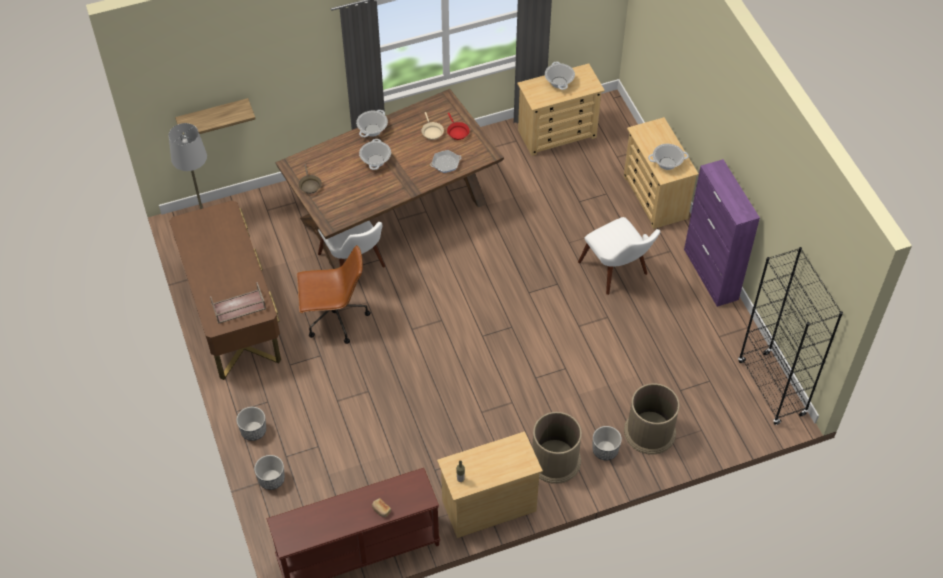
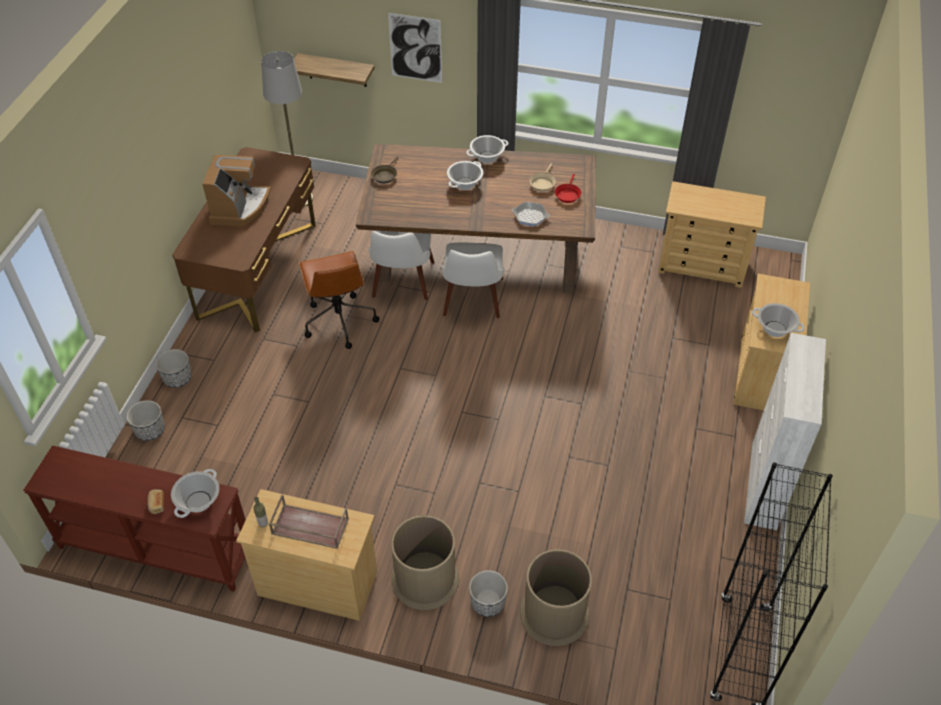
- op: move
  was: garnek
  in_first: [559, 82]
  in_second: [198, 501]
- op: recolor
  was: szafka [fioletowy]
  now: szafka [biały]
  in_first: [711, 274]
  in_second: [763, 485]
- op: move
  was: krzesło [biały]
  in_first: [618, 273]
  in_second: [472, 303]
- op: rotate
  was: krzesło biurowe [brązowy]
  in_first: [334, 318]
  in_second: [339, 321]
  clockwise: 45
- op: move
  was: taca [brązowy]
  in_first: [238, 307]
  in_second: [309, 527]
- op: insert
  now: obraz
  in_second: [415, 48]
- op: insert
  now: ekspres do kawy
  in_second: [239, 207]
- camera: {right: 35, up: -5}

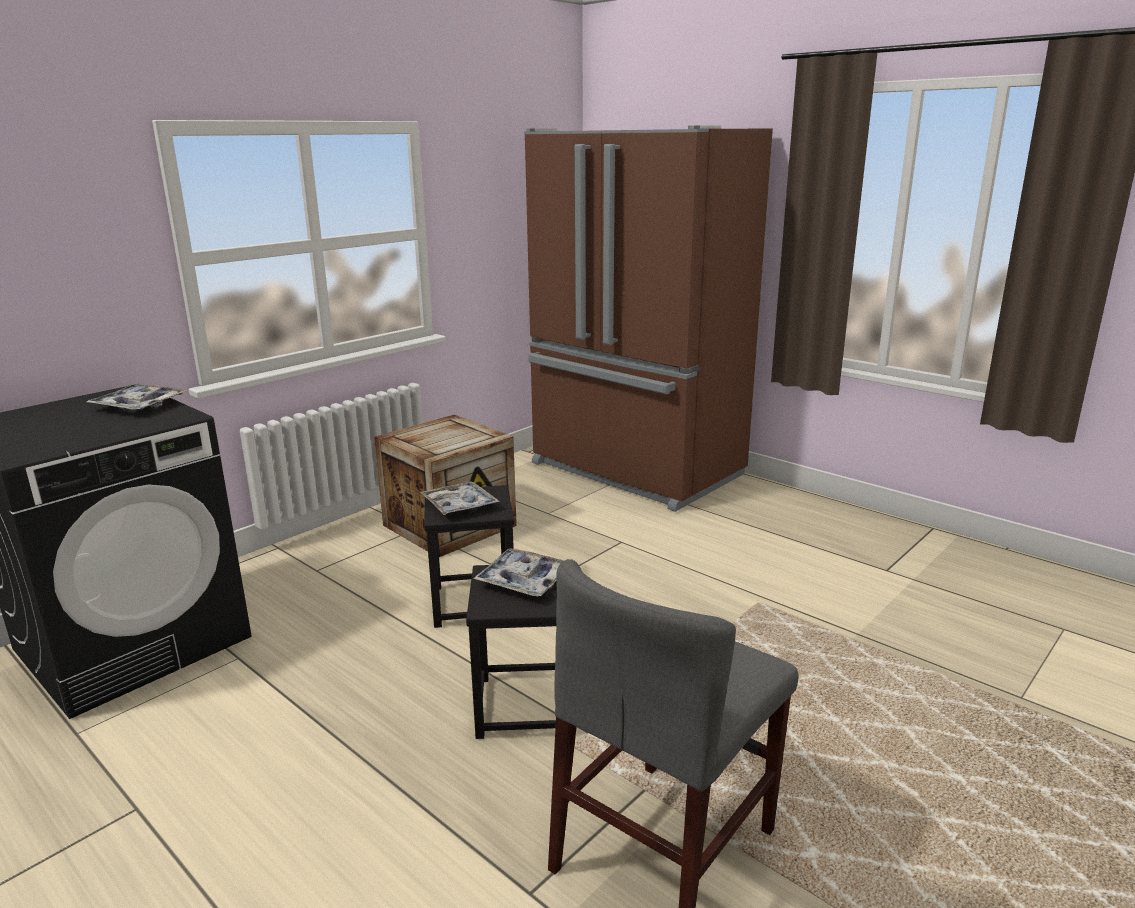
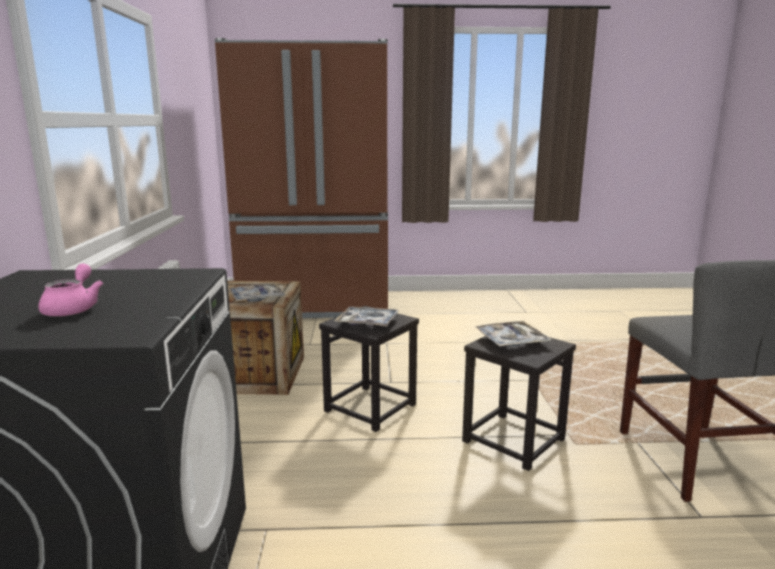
- op: move
  was: taca
  in_first: [139, 405]
  in_second: [257, 298]
- op: insert
  now: imbryk [różowy]
  in_second: [74, 308]
- camera: {right: -45, up: -5}

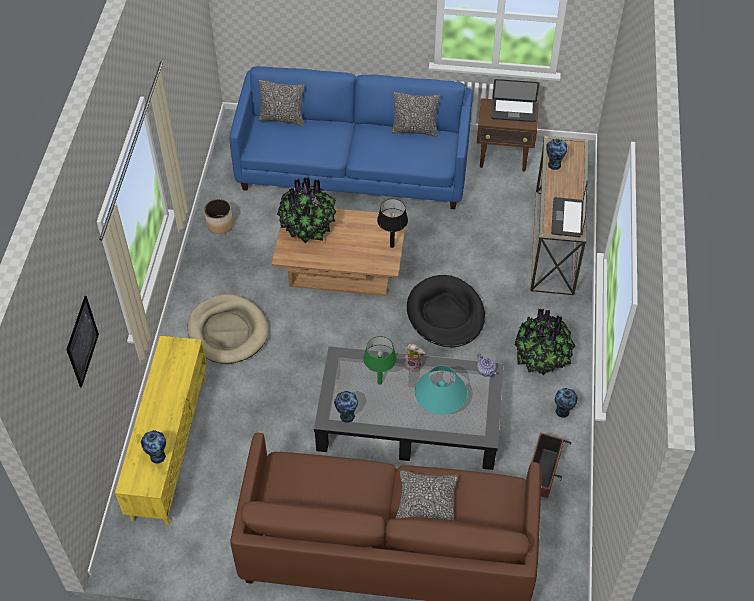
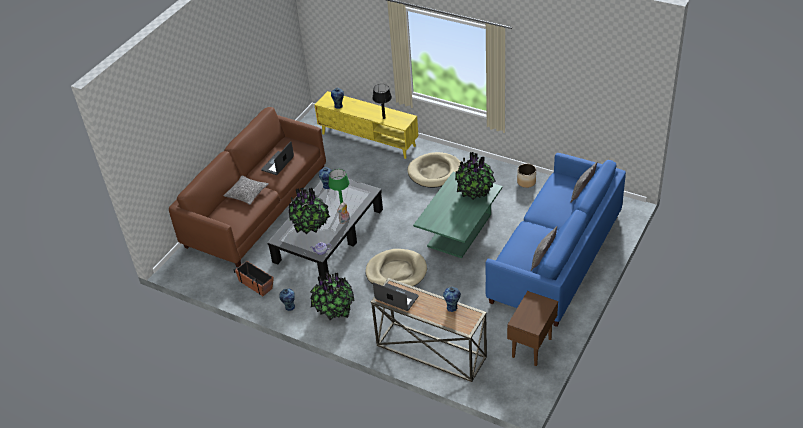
- op: move
  was: laptop
  in_first: [513, 111]
  in_second: [277, 164]
- op: move
  was: lampa stołowa [czarny]
  in_first: [392, 245]
  in_second: [384, 118]
- op: recolor
  was: ława [brązowy]
  now: ława [zielony]
  in_first: [341, 270]
  in_second: [459, 230]
- op: recolor
  was: legowisko [czarny]
  now: legowisko [beżowy]
  in_first: [445, 314]
  in_second: [396, 272]
- op: delete
  was: obraz
  in_first: [82, 341]
- op: replace
  was: lampa stołowa [turkusowy]
  now: roślina doniczkowa
  in_first: [440, 403]
  in_second: [311, 225]
- camera: {right: 115, up: -10}

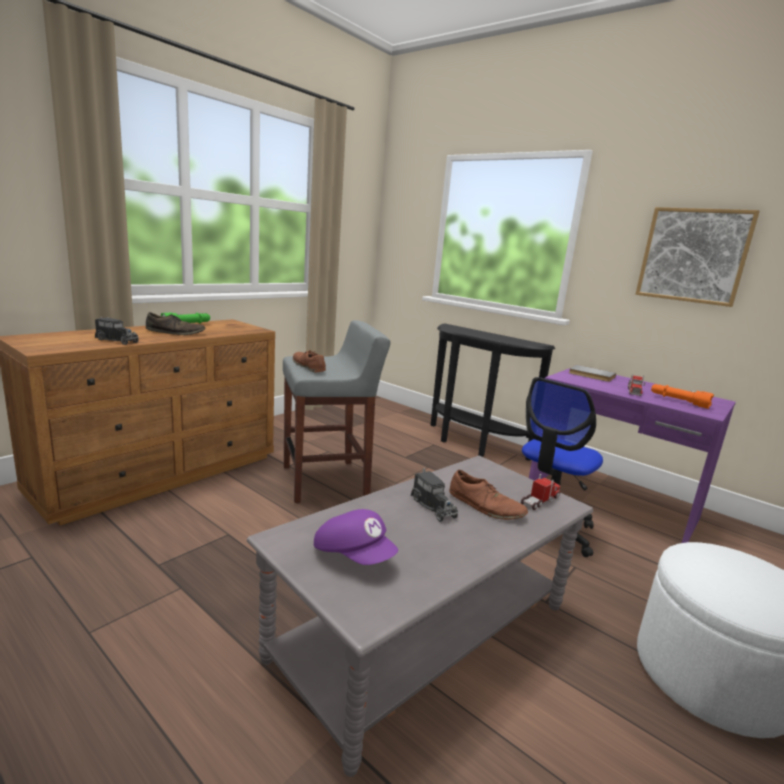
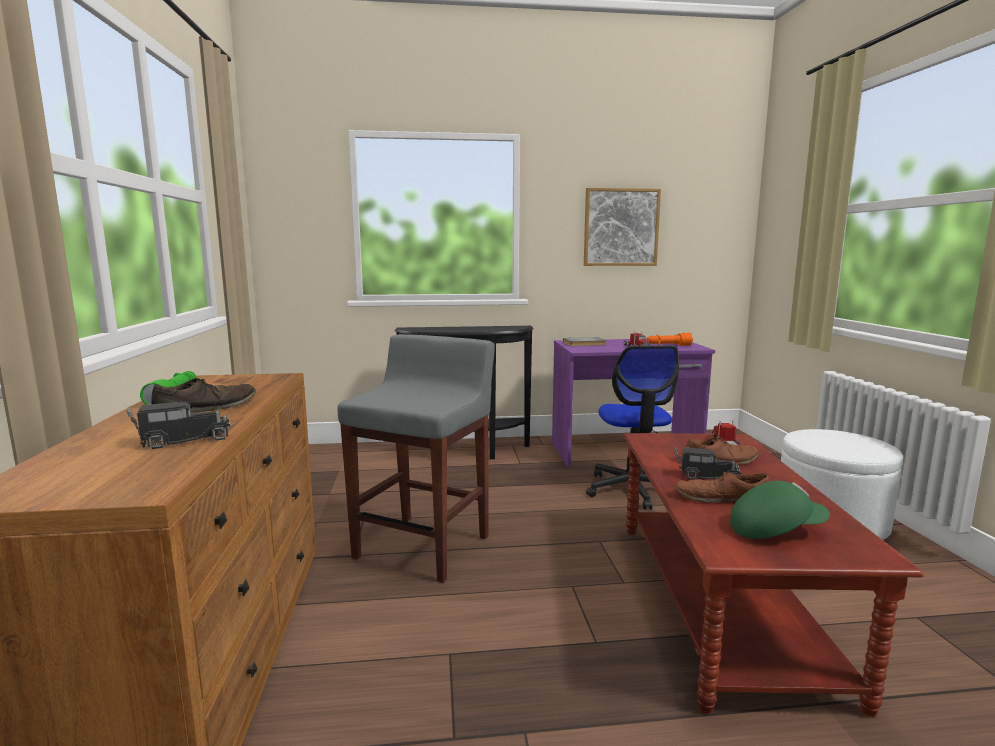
- op: move
  was: but [brązowy]
  in_first: [309, 366]
  in_second: [720, 498]
- op: recolor
  was: ława [szary]
  now: ława [brązowy]
  in_first: [425, 631]
  in_second: [721, 601]
- op: recolor
  was: czapka z daszkiem [fioletowy]
  now: czapka z daszkiem [zielony]
  in_first: [354, 555]
  in_second: [775, 530]
- camera: {right: -45, up: -5}

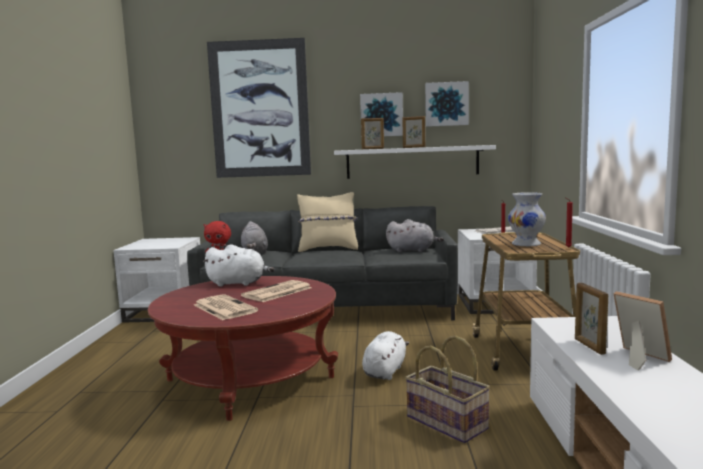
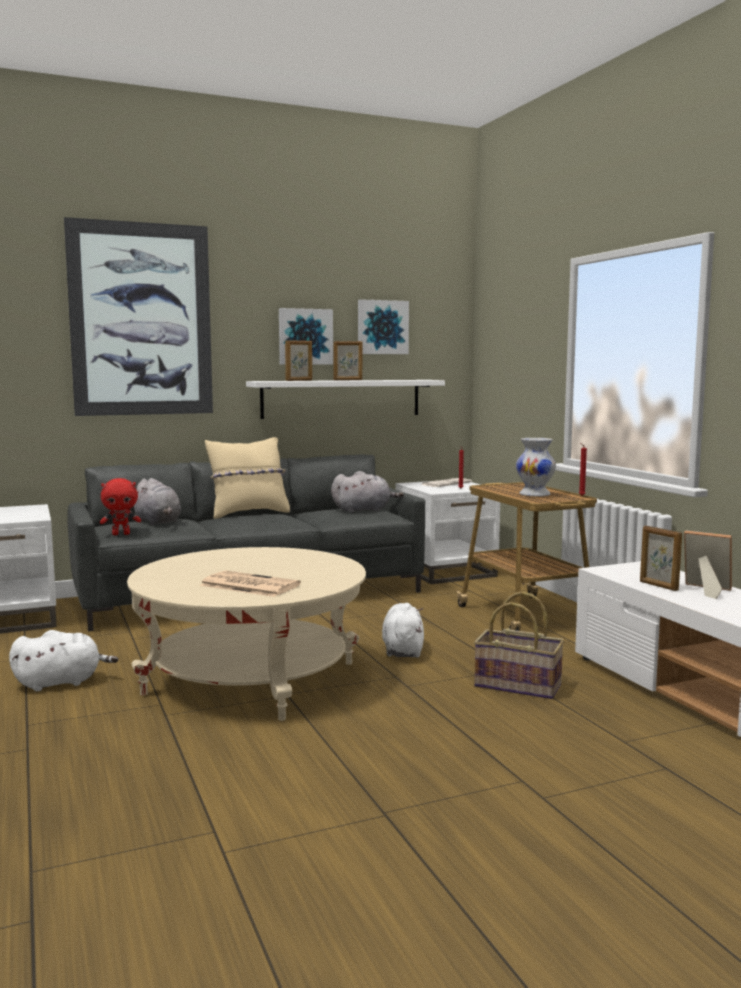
- op: move
  was: pluszak [biały]
  in_first: [239, 283]
  in_second: [62, 682]
- op: recolor
  was: ława [czerwony]
  now: ława [beżowy]
  in_first: [250, 378]
  in_second: [251, 678]
- op: delete
  was: gazeta
  in_first: [277, 292]
- camera: {right: -25, up: 0}

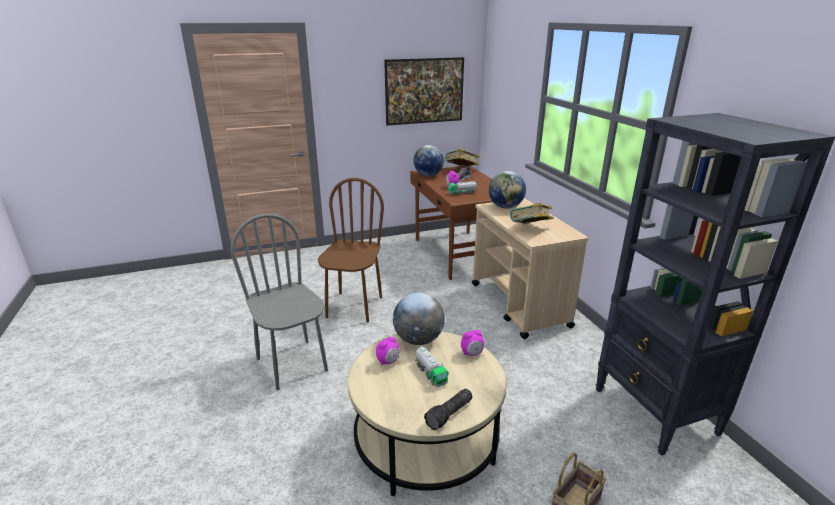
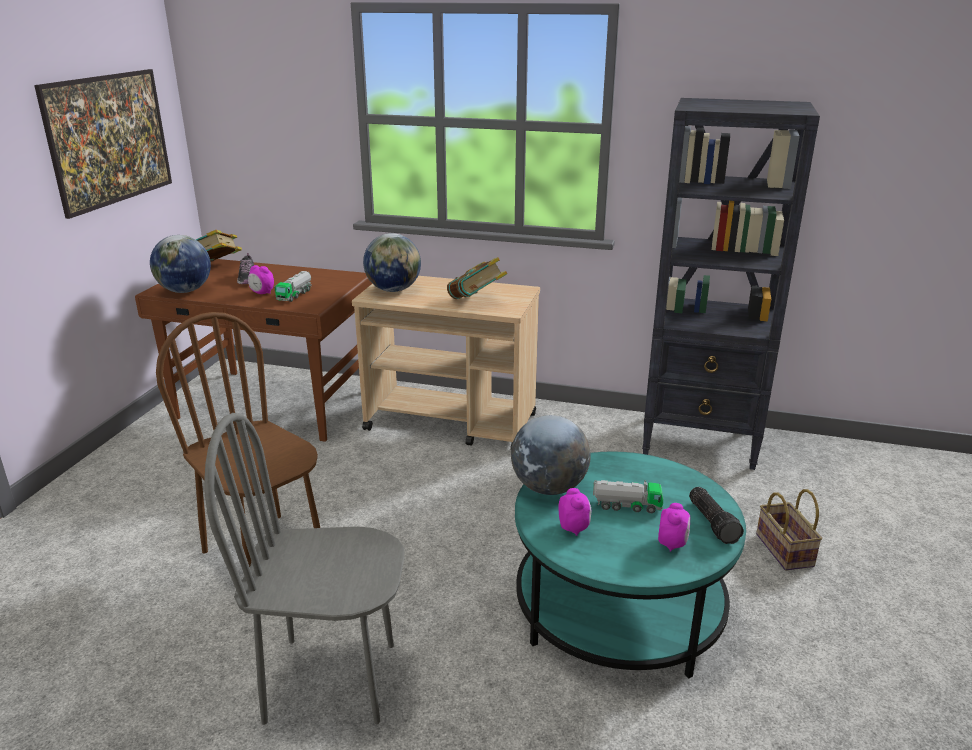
- op: move
  was: budzik
  in_first: [472, 353]
  in_second: [672, 544]
- op: recolor
  was: ława [beżowy]
  now: ława [turkusowy]
  in_first: [426, 439]
  in_second: [618, 607]
- camera: {right: -55, up: 0}

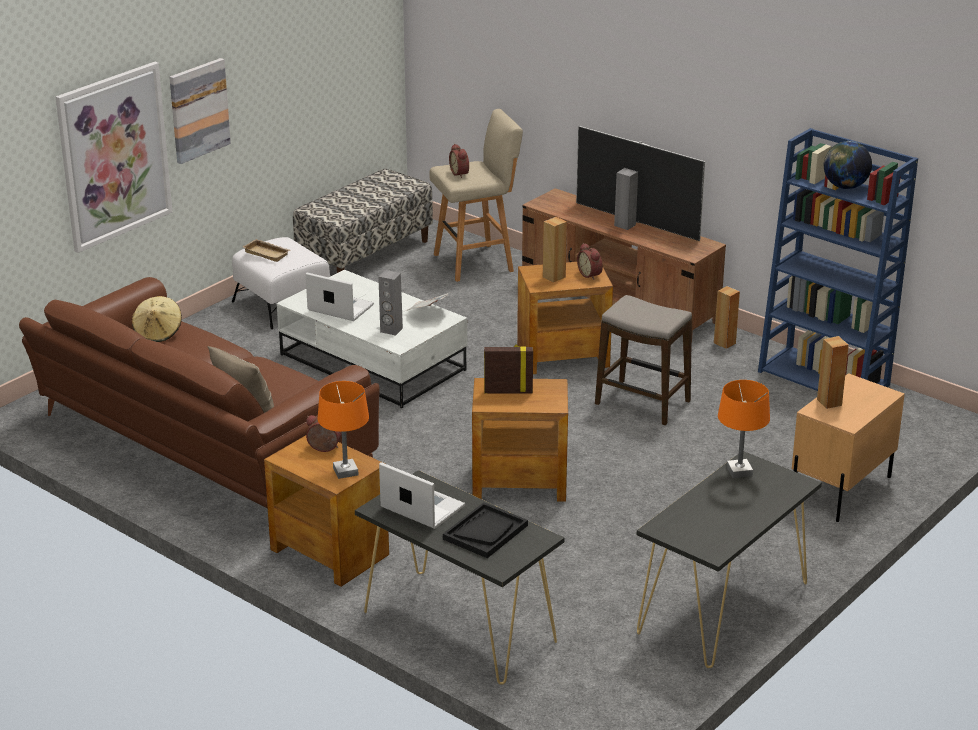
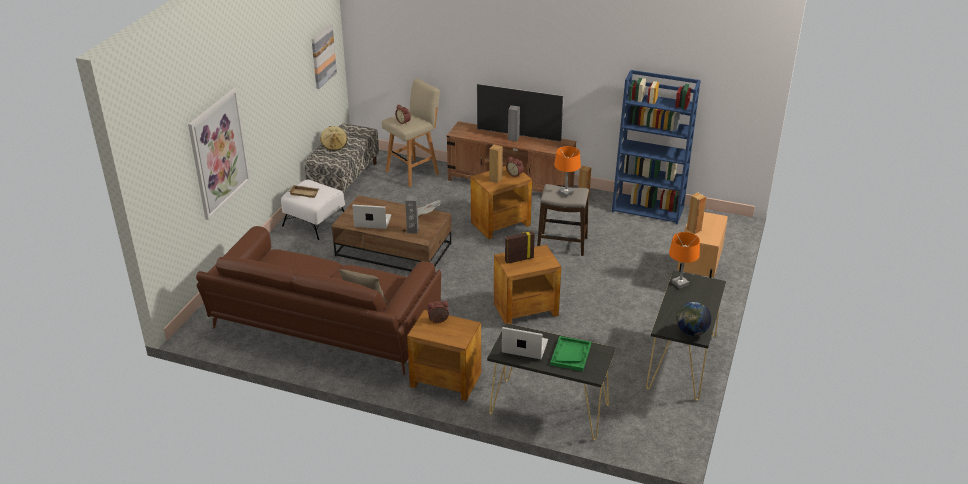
- op: move
  was: obraz
  in_first: [198, 110]
  in_second: [323, 56]
- op: move
  was: globus
  in_first: [845, 187]
  in_second: [691, 332]
- op: recolor
  was: ława [biały]
  now: ława [brązowy]
  in_first: [371, 362]
  in_second: [392, 250]
- op: move
  was: kapelusz [beżowy]
  in_first: [158, 333]
  in_second: [334, 145]
- op: move
  was: lampa stołowa [pomarańczowy]
  in_first: [345, 471]
  in_second: [565, 193]
- op: recolor
  was: taca [czarny]
  now: taca [zielony]
  in_first: [485, 532]
  in_second: [570, 354]
- camera: {right: -20, up: 5}

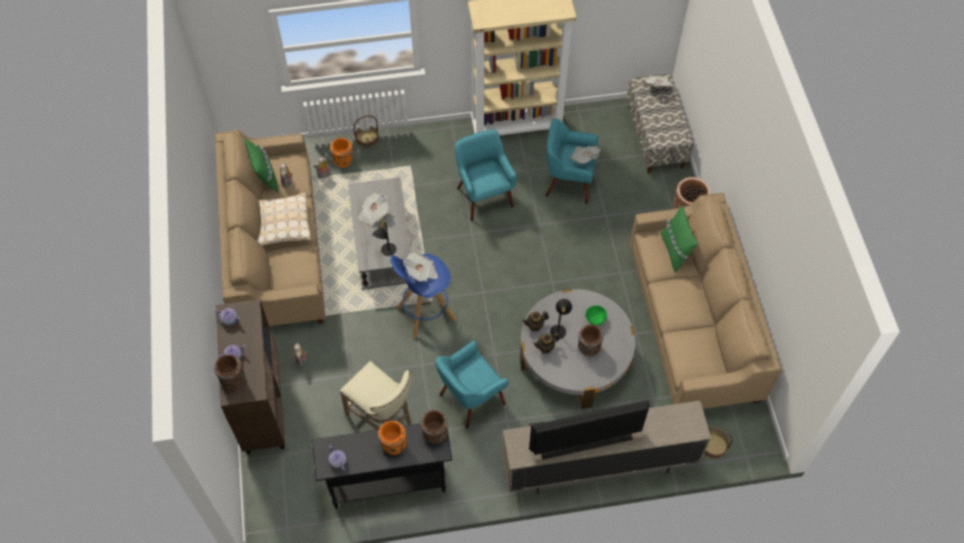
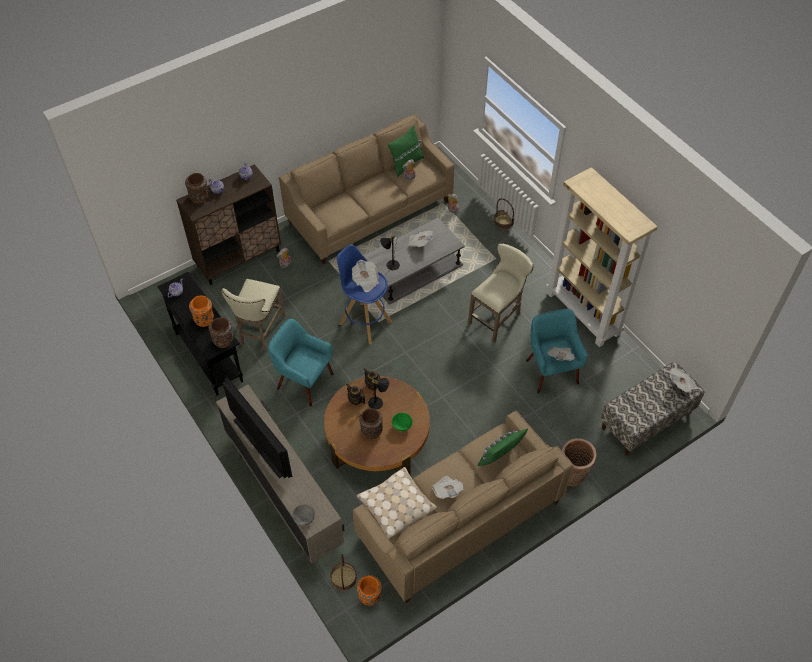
- op: replace
  was: fotel [turkusowy]
  now: stołek [beżowy]
  in_first: [484, 196]
  in_second: [497, 318]
- op: move
  was: wazon [pomarańczowy]
  in_first: [343, 160]
  in_second: [370, 596]
- op: move
  was: poduszka [beżowy]
  in_first: [282, 225]
  in_second: [396, 506]
- op: recolor
  was: ława [szary]
  now: ława [brązowy]
  in_first: [575, 358]
  in_second: [377, 439]
- op: insert
  now: gazeta
  in_second: [447, 490]
- op: insert
  now: miska [szary]
  in_second: [303, 518]
- camera: {right: 65, up: -5}

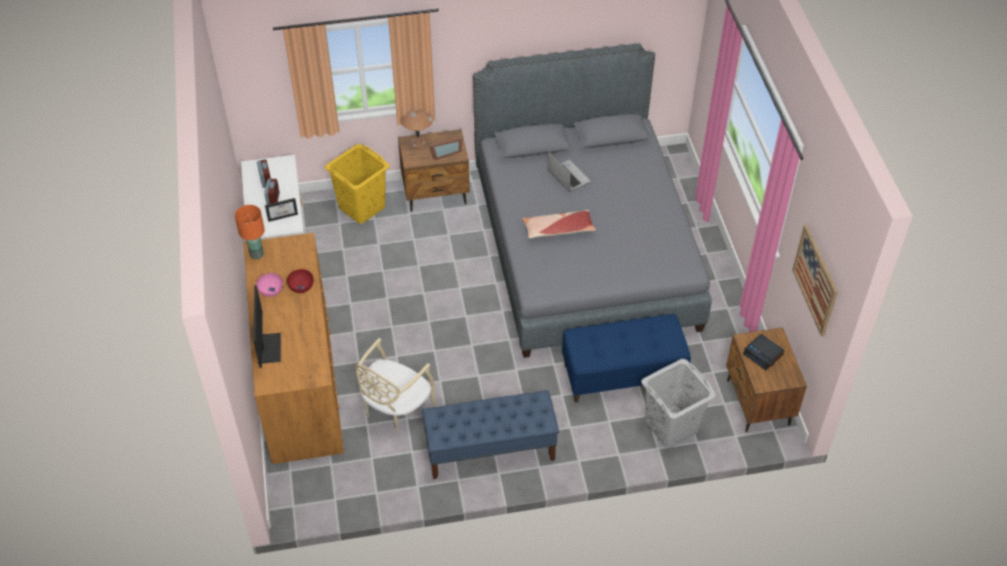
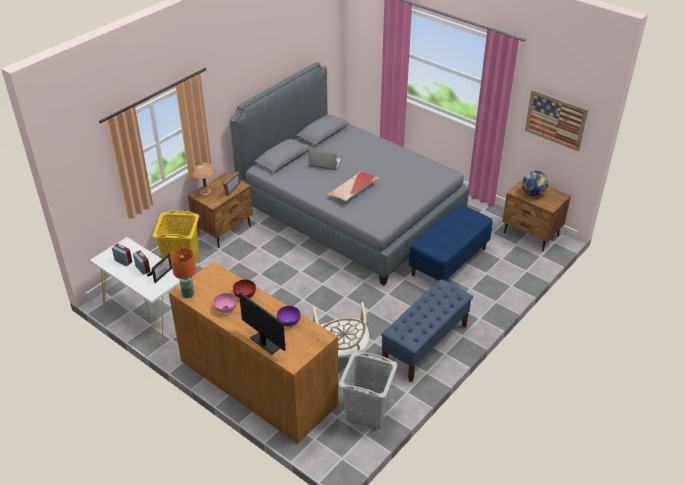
- op: replace
  was: budzik
  now: globus
  in_first: [763, 354]
  in_second: [533, 193]
- op: move
  was: kosz na pranie [szary]
  in_first: [671, 426]
  in_second: [366, 412]
- op: insert
  now: miska [fioletowy]
  in_second: [288, 321]
- camera: {right: -40, up: -10}

